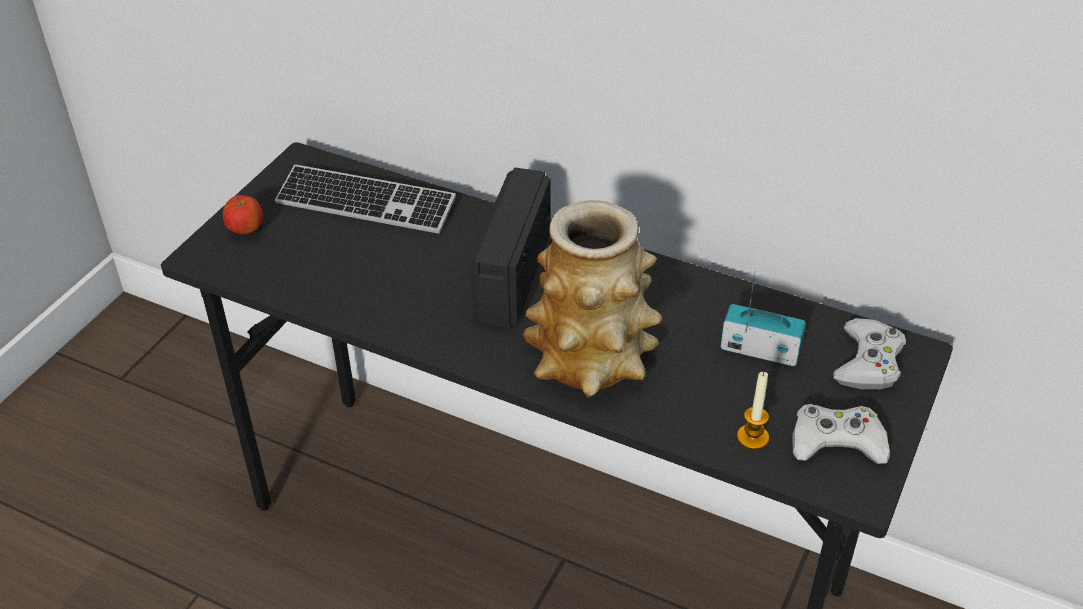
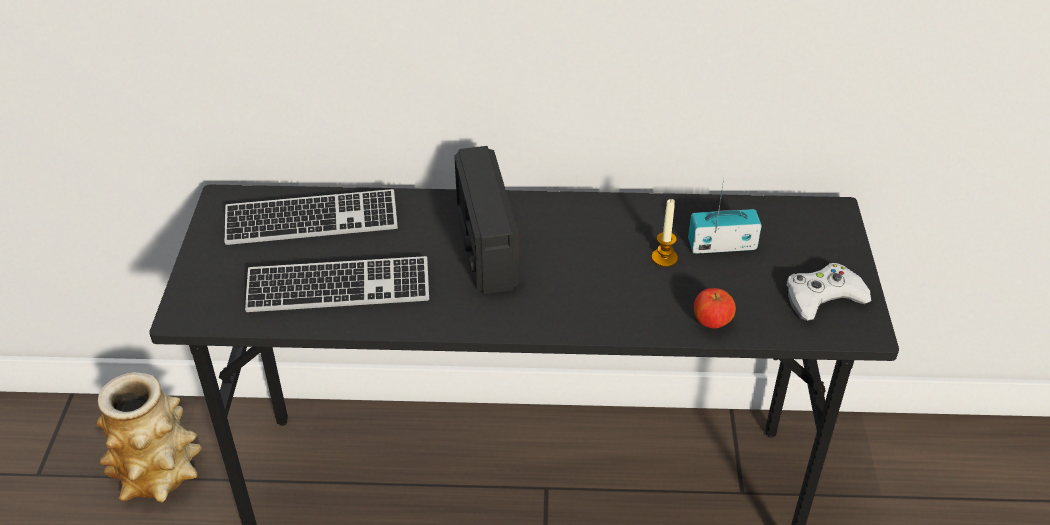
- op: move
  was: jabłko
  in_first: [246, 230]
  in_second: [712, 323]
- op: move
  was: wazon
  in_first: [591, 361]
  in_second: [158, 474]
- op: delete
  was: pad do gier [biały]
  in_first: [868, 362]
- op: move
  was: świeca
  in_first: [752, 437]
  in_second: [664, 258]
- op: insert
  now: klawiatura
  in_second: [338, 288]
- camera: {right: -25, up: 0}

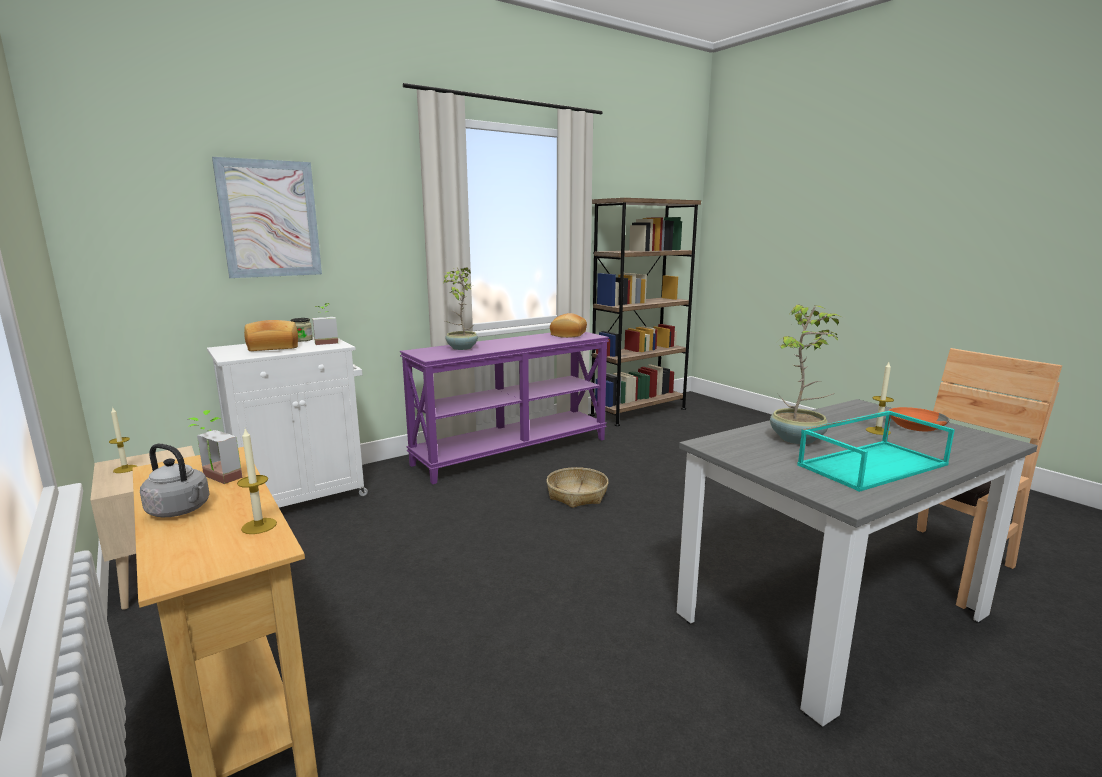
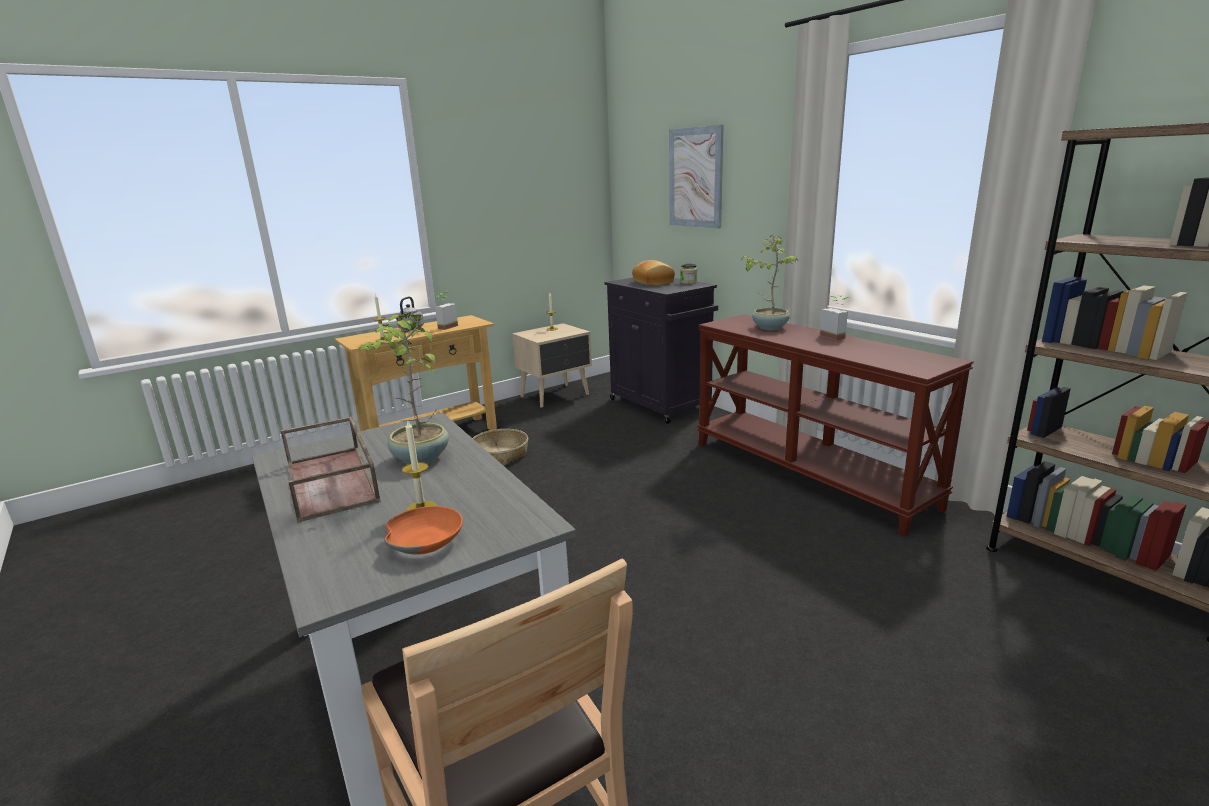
- op: move
  was: roślina doniczkowa
  in_first: [326, 342]
  in_second: [836, 336]
- op: delete
  was: chleb
  in_first: [569, 334]
- op: recolor
  was: stolik konsolowy [fioletowy]
  now: stolik konsolowy [brązowy]
  in_first: [512, 451]
  in_second: [809, 473]
- op: recolor
  was: szafka [biały]
  now: szafka [czarny]
  in_first: [302, 496]
  in_second: [661, 405]
- op: recolor
  was: taca [turkusowy]
  now: taca [brązowy]
  in_first: [872, 464]
  in_second: [333, 482]
- op: move
  was: koszyk
  in_first: [577, 495]
  in_second: [500, 454]
- camera: {right: 90, up: 5}

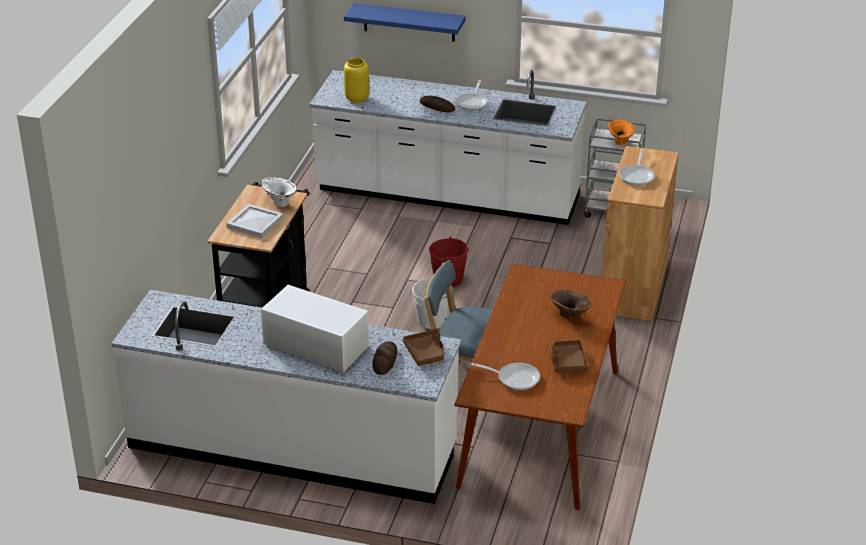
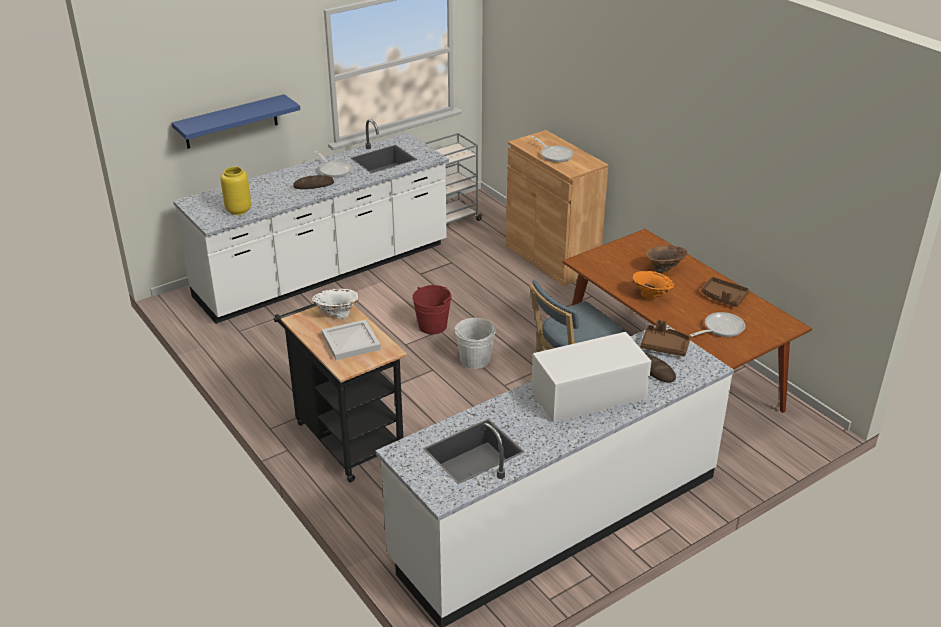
- op: move
  was: wazon [pomarańczowy]
  in_first: [620, 143]
  in_second: [651, 297]
- camera: {right: -50, up: 0}

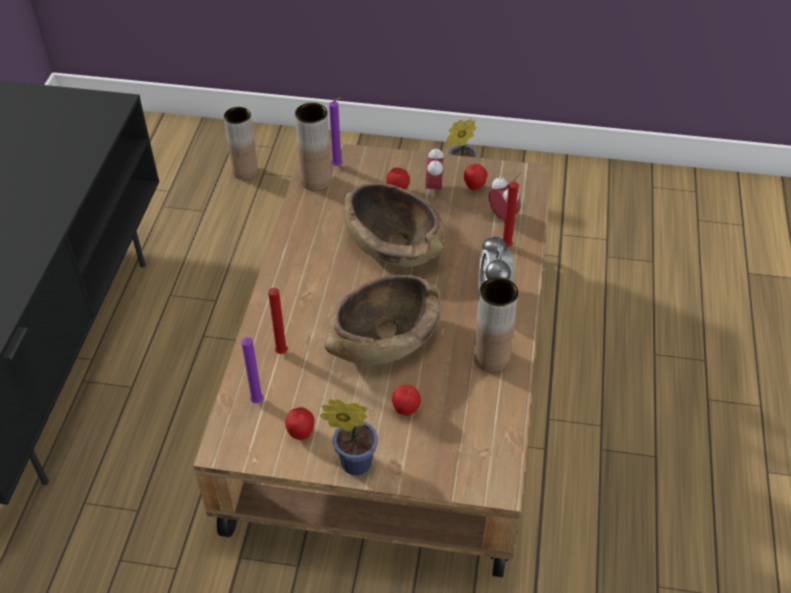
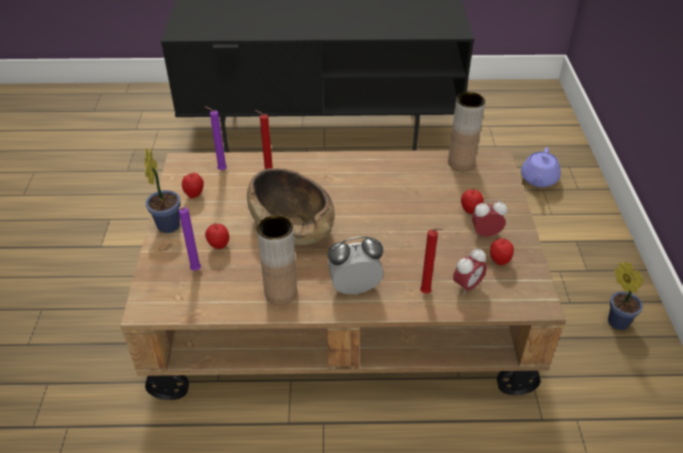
- op: move
  was: świeca [fioletowy]
  in_first: [338, 166]
  in_second: [195, 271]
- op: replace
  was: wazon [brązowy]
  now: imbryk [fioletowy]
  in_first: [245, 172]
  in_second: [538, 179]
- op: delete
  was: miska [brązowy]
  in_first: [394, 244]
- camera: {right: 80, up: -5}

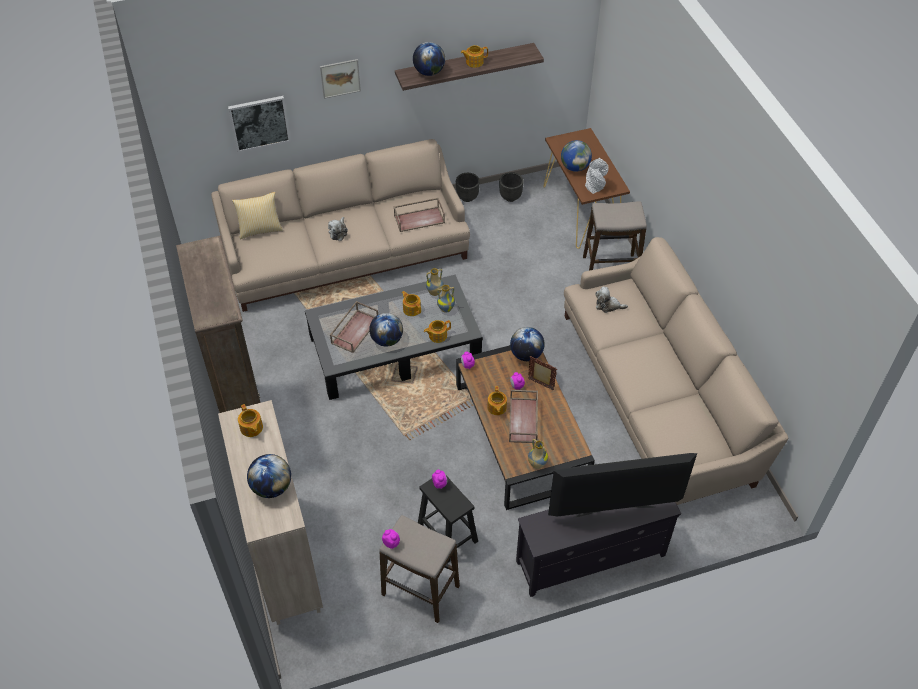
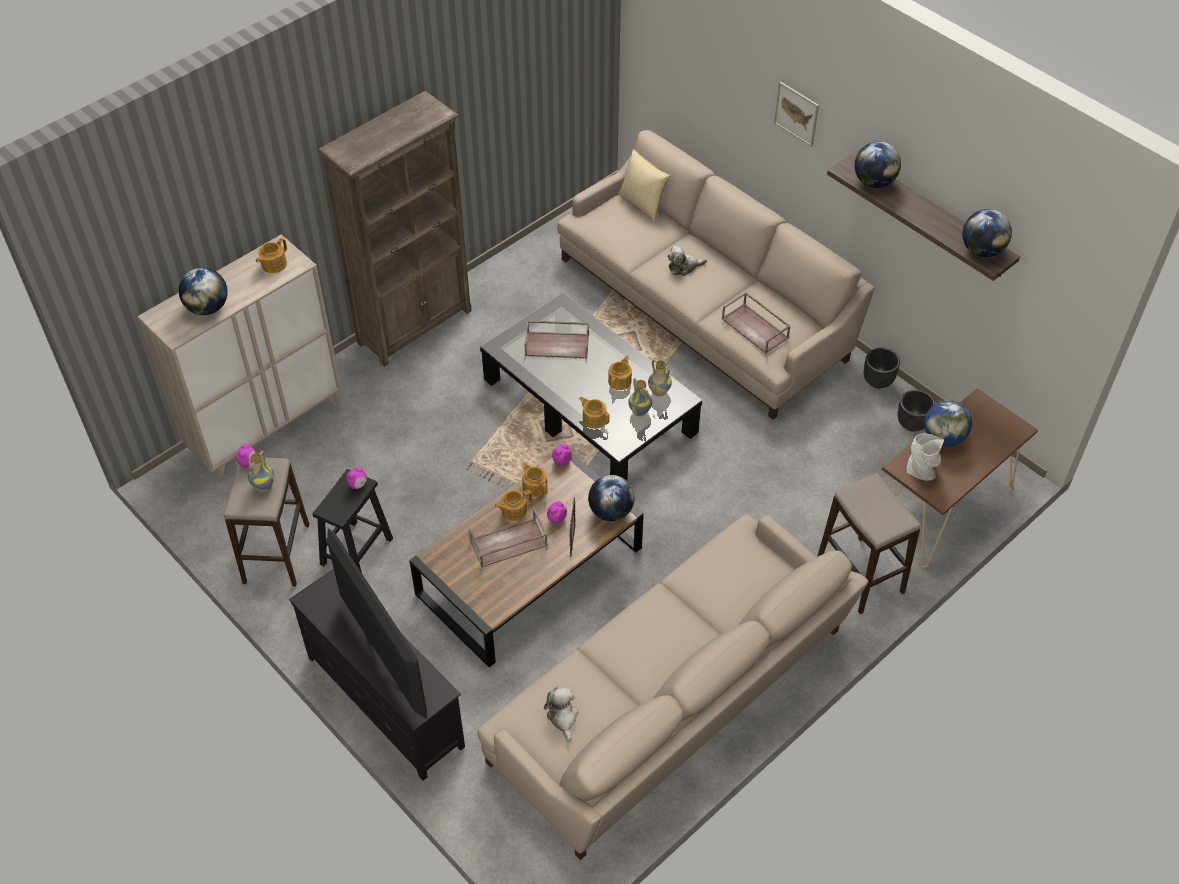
- op: move
  was: imbryk
  in_first: [474, 62]
  in_second: [535, 487]
- op: delete
  was: obraz
  in_first: [259, 123]
- op: move
  was: pluszak
  in_first: [608, 305]
  in_second: [562, 717]
- op: move
  was: globus
  in_first: [387, 340]
  in_second: [981, 250]
- op: move
  was: wazon
  in_first: [536, 464]
  in_second: [263, 486]
- camera: {right: 65, up: 0}

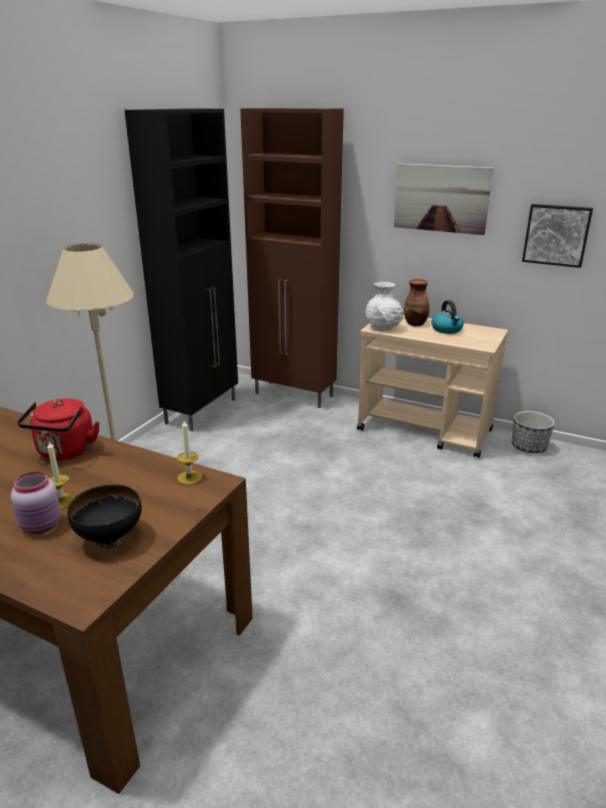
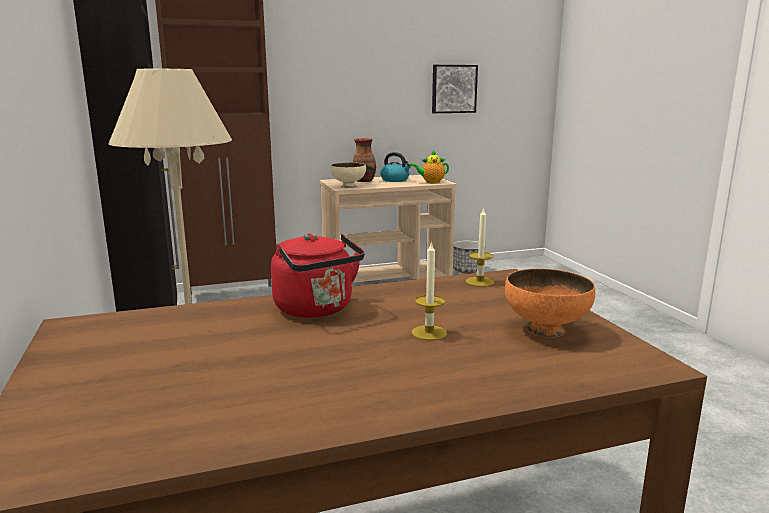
- op: delete
  was: obraz
  in_first: [441, 198]
- op: replace
  was: wazon [biały]
  now: miska [beżowy]
  in_first: [383, 328]
  in_second: [348, 186]
- op: delete
  was: słoik [różowy]
  in_first: [42, 526]
- op: recolor
  was: miska [czarny]
  now: miska [pomarańczowy]
  in_first: [109, 538]
  in_second: [545, 330]
- op: insert
  now: imbryk
  in_second: [431, 182]
- camera: {right: -45, up: -10}

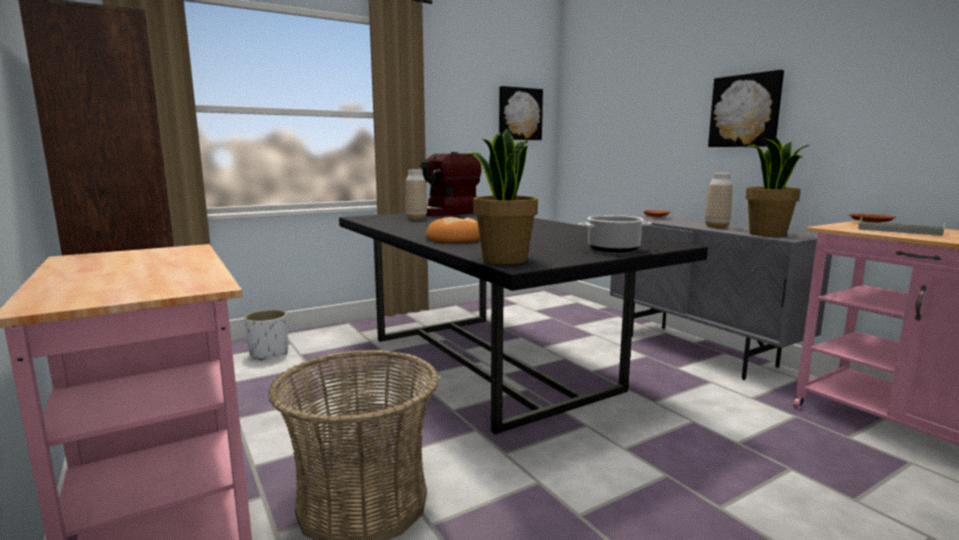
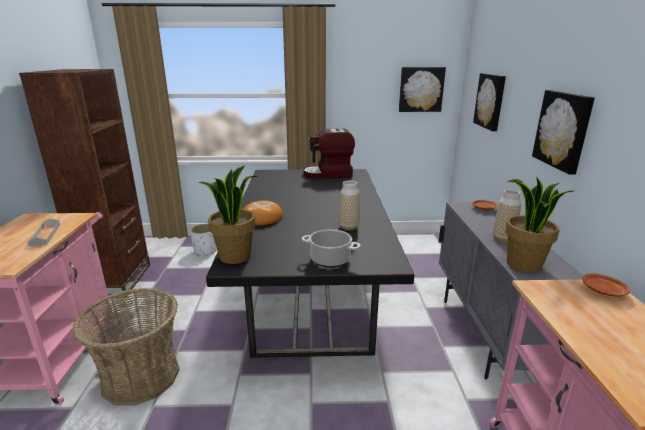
- op: move
  was: wazon
  in_first: [416, 218]
  in_second: [348, 227]
- op: move
  was: taca [szary]
  in_first: [899, 231]
  in_second: [45, 235]
- op: insert
  now: obraz
  in_second: [491, 101]
- camera: {right: 30, up: 10}

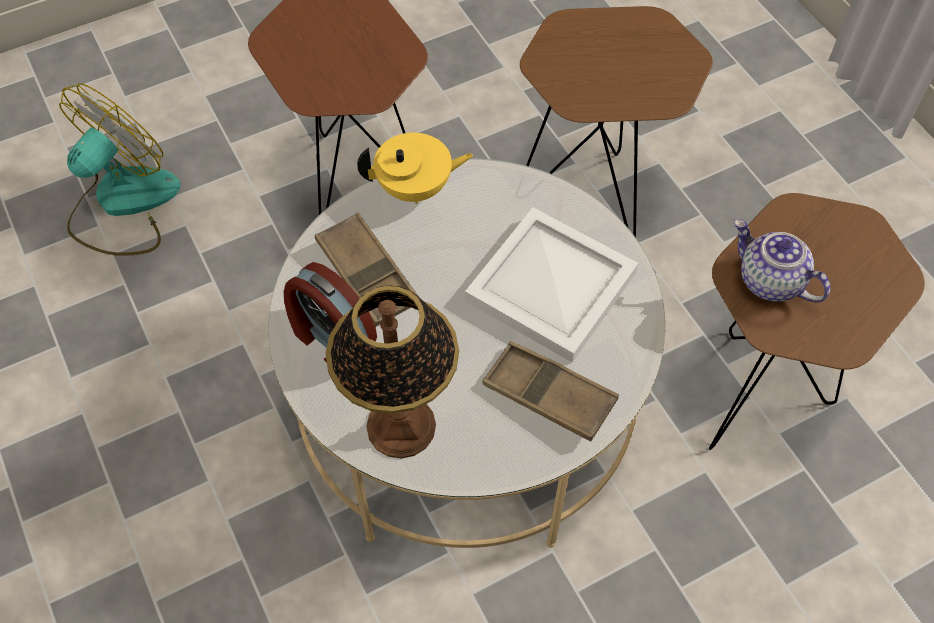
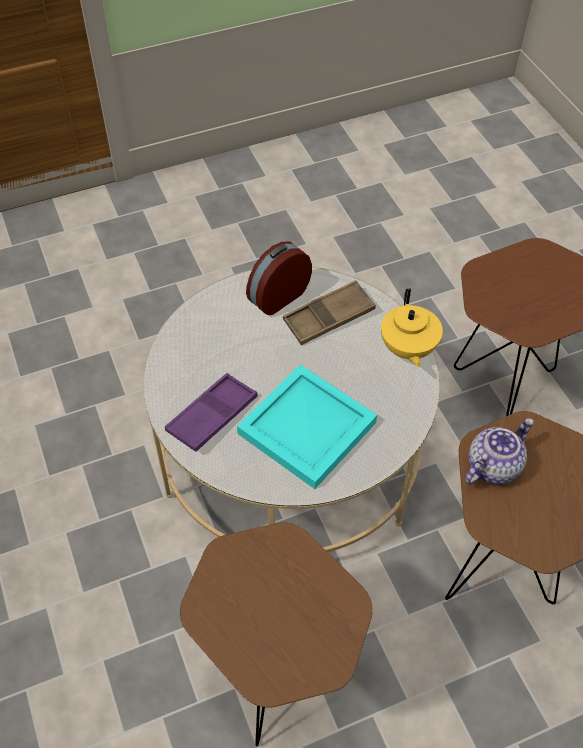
- op: delete
  was: wentylator
  in_first: [122, 204]
- op: recolor
  was: taca [biały]
  now: taca [turkusowy]
  in_first: [551, 289]
  in_second: [304, 428]
- op: move
  was: imbryk
  in_first: [769, 281]
  in_second: [493, 465]
- op: delete
  was: lampa stołowa
  in_first: [402, 427]
- op: recolor
  was: taca [brązowy]
  now: taca [fioletowy]
  in_first: [549, 395]
  in_second: [212, 416]
- camera: {right: 95, up: -5}

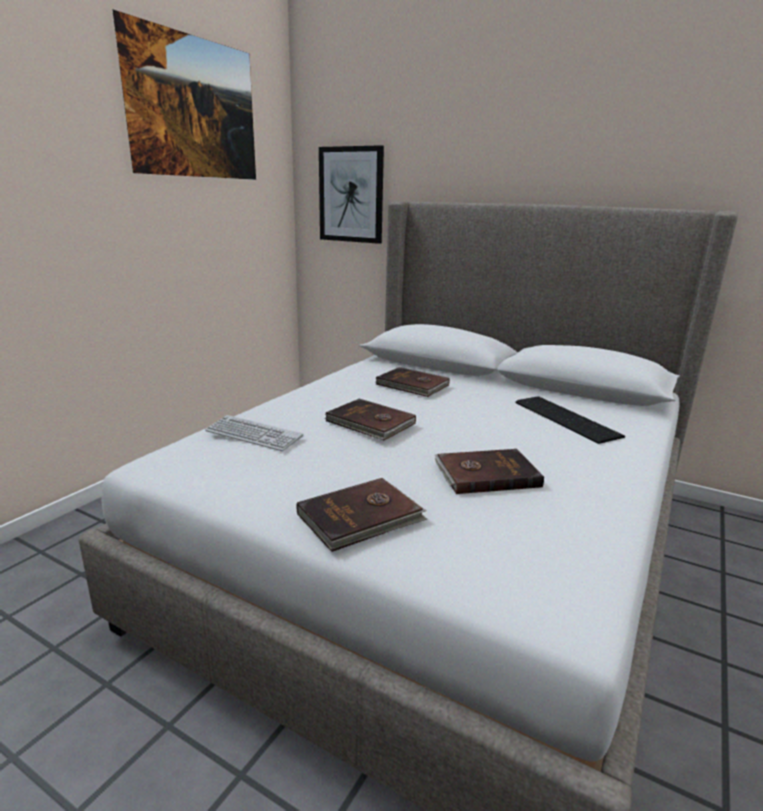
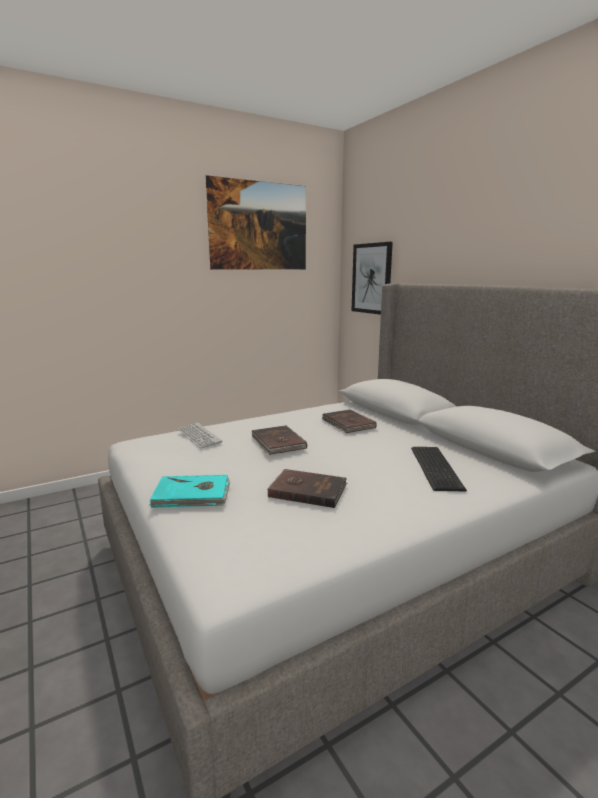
- op: recolor
  was: książka [brązowy]
  now: książka [turkusowy]
  in_first: [361, 518]
  in_second: [192, 495]
- camera: {right: 30, up: -5}

